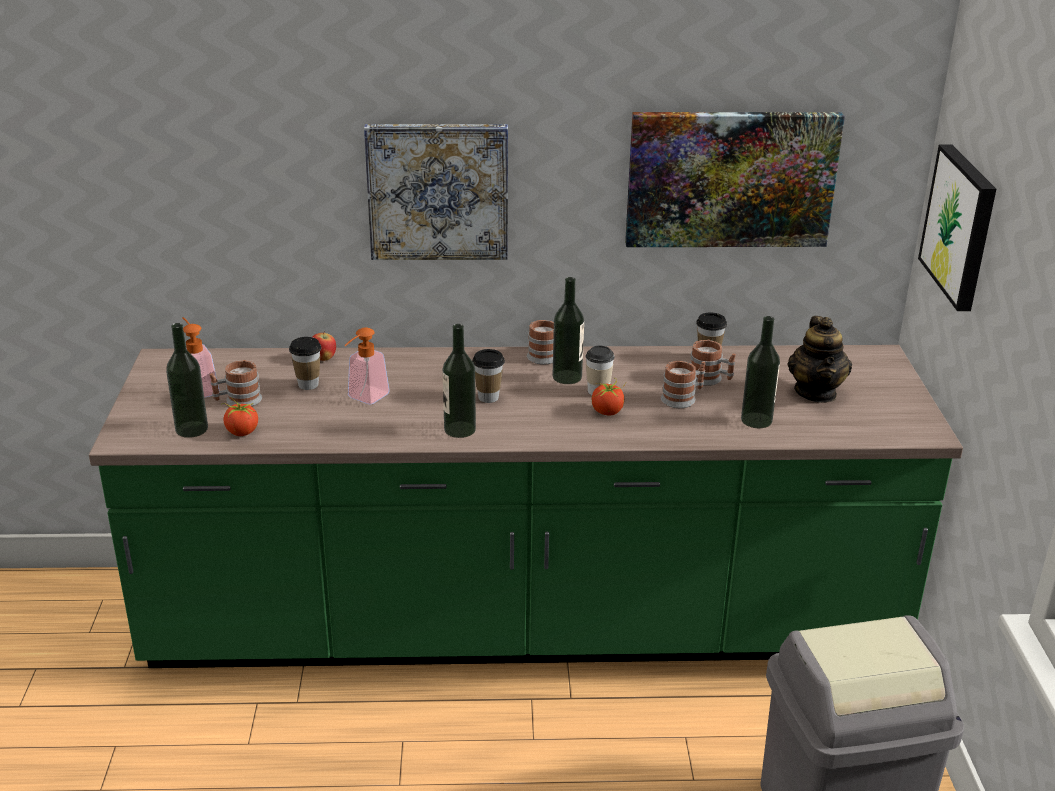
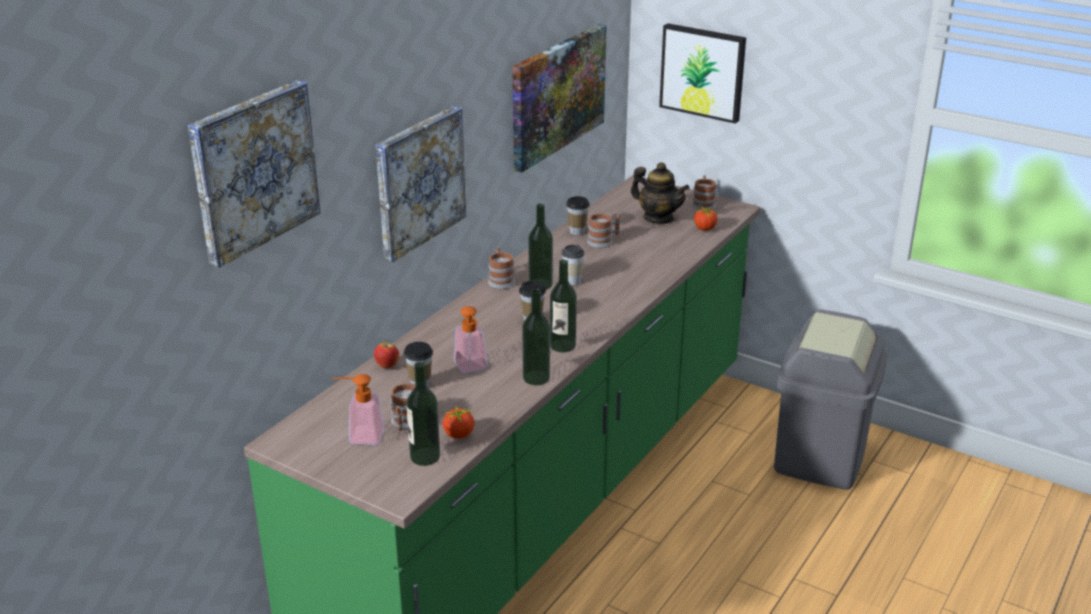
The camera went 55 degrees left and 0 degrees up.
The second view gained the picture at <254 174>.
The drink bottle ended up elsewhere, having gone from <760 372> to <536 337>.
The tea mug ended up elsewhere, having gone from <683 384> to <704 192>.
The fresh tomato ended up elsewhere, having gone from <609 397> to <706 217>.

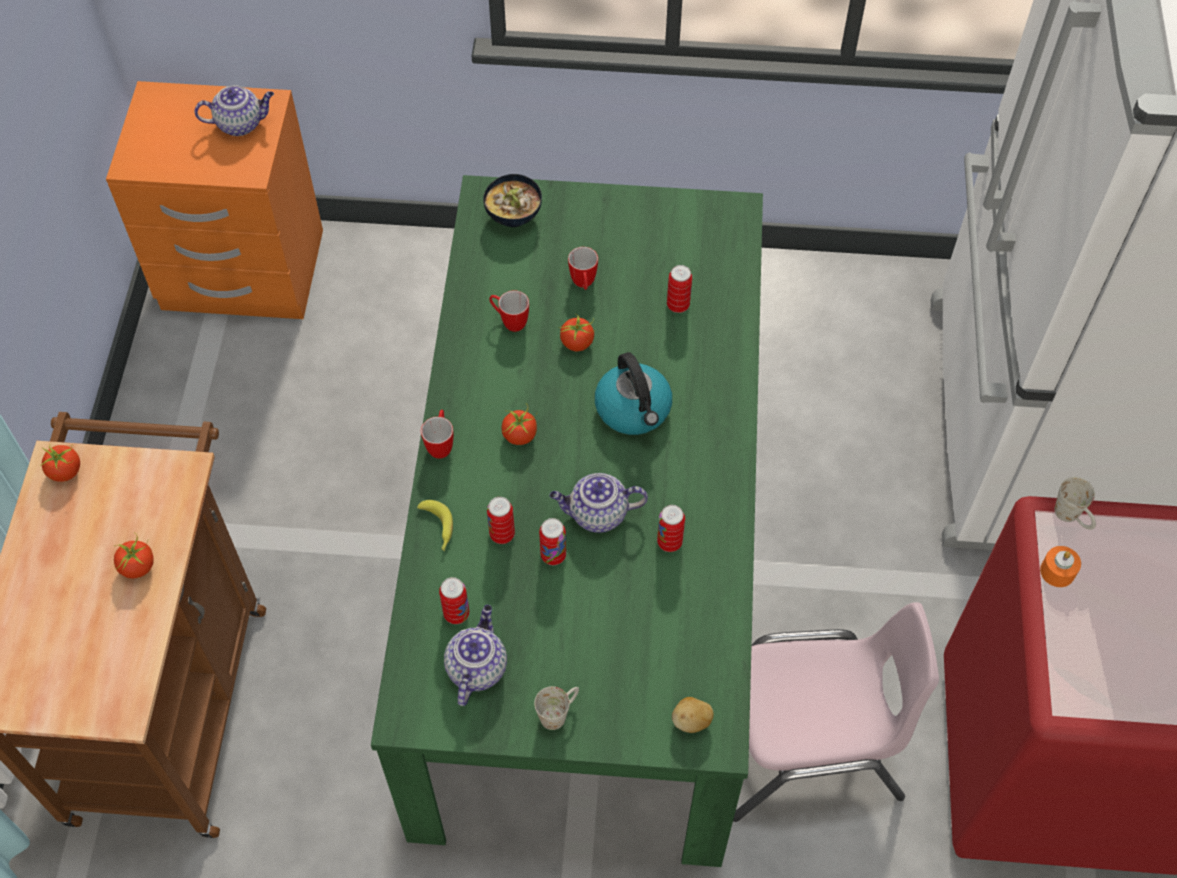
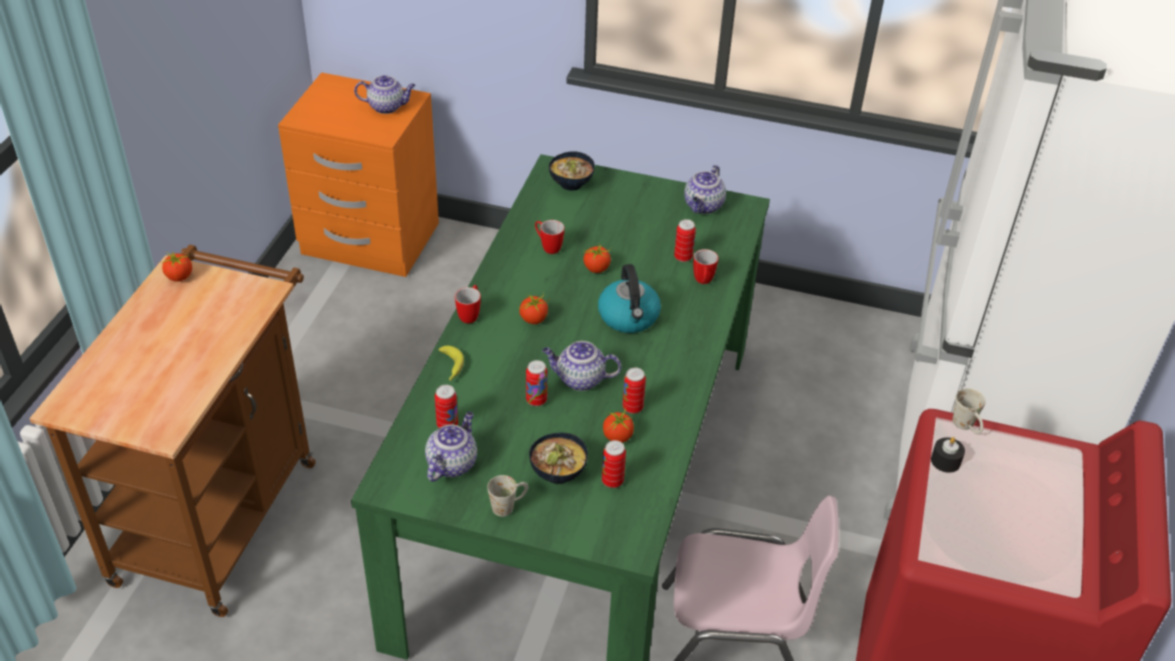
The camera went 10 degrees right and 15 degrees down.
The second view gained the deep dish at <558 458>.
The metal can ended up elsewhere, having gone from <501 520> to <614 464>.
The fresh tomato ended up elsewhere, having gone from <134 555> to <619 424>.
The second view gained the pot for tea at <705 189>.
The tea mug ended up elsewhere, having gone from <583 268> to <705 266>.
What was the orange-coloured candle at <1060 566> turned into the black candle at <948 455>.
The second view lost the potato at <693 715>.

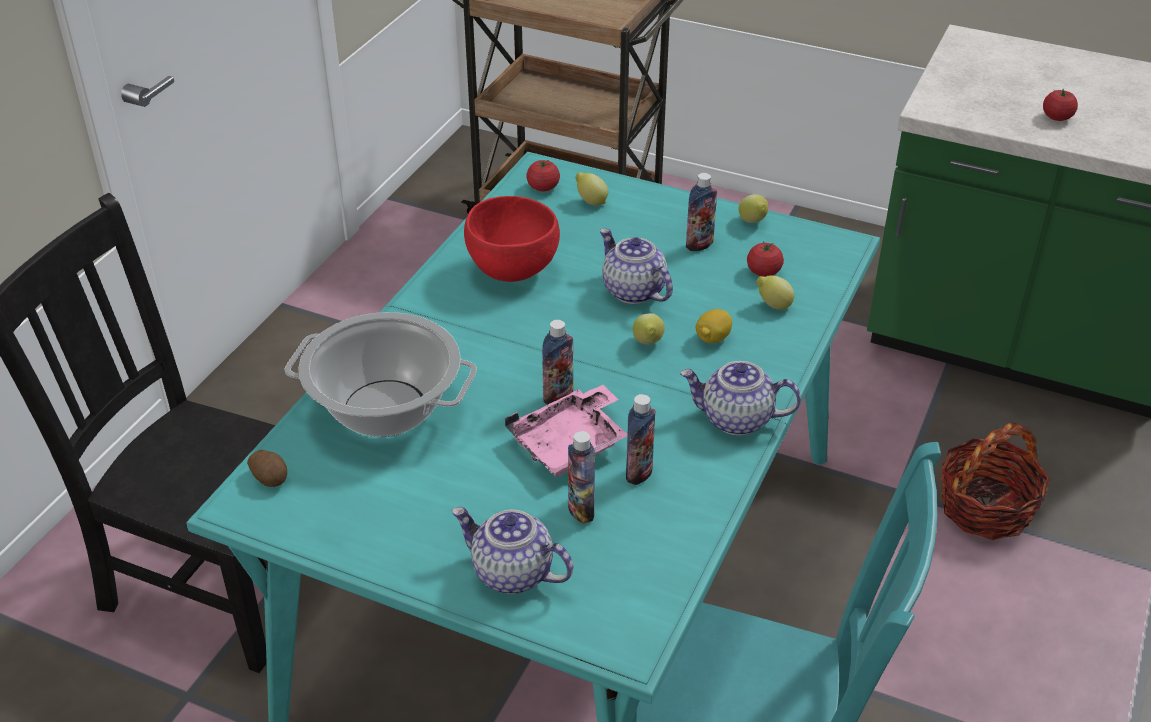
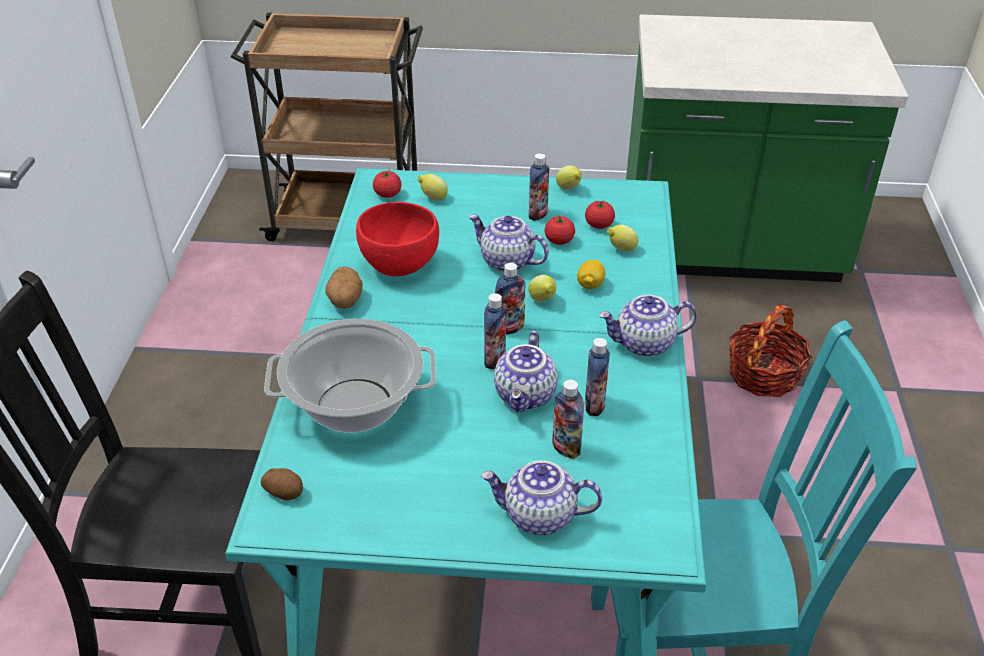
The camera went 20 degrees left and 0 degrees up.
The second view gained the potato at <344 287>.
Where the pink carrying tray stood at <566 431>, the pot for tea came to stand at <526 371>.
The second view gained the drink bottle at <510 299>.
The fresh tomato ended up elsewhere, having gone from <1060 105> to <560 230>.

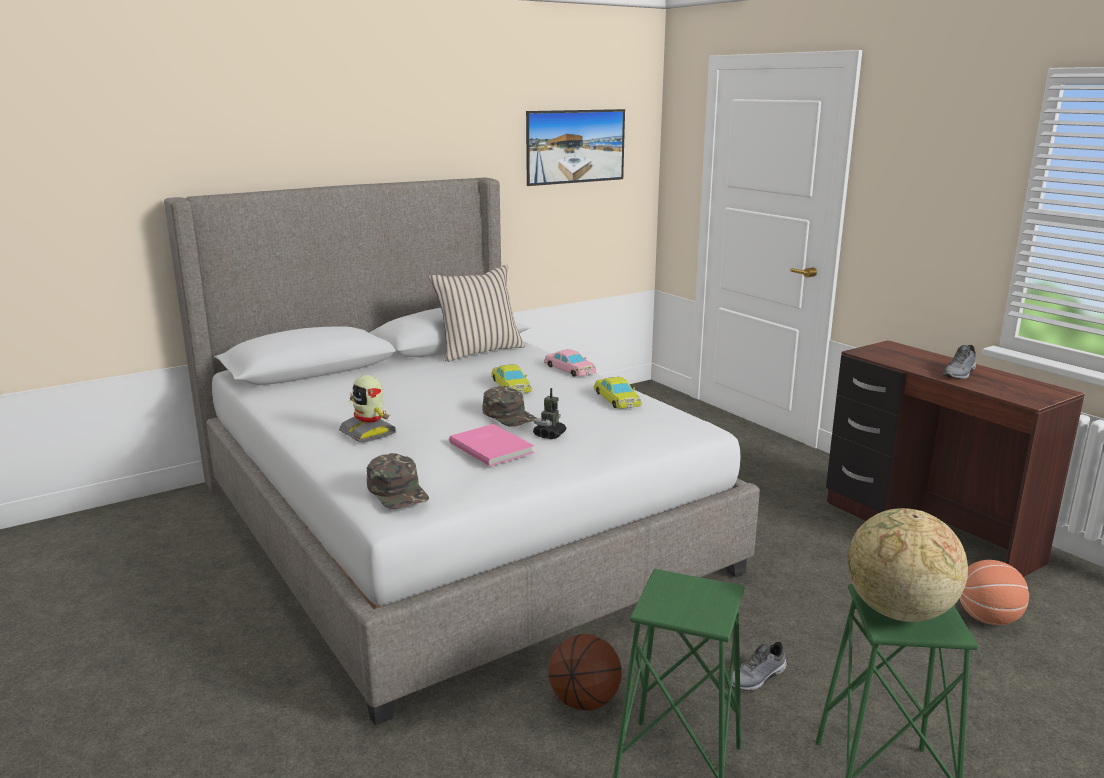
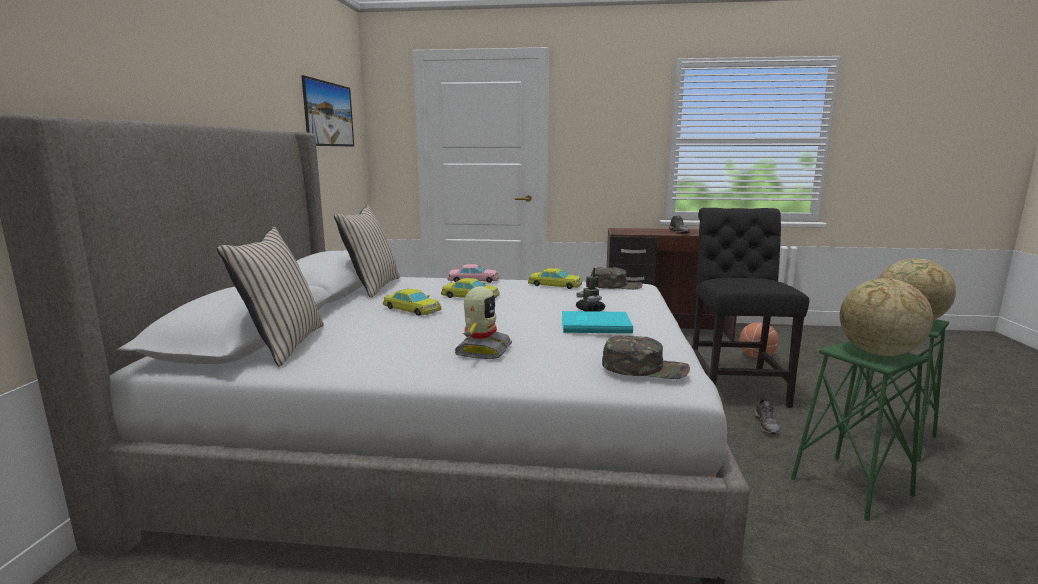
The camera went 50 degrees left and 5 degrees down.
The second view gained the sand-coloured cushion at <270 297>.
The second view gained the yellow model car at <412 302>.
The model robot at <368 408> ended up facing another way, 75 degrees counterclockwise from before.
What was the pink bound book at <491 445> turned into the blue-green bound book at <597 322>.
The green baseball cap ended up elsewhere, having gone from <509 406> to <617 278>.
The second view gained the black plain chair at <750 308>.
The second view gained the desk globe at <886 317>.
The second view lost the basketball at <585 672>.

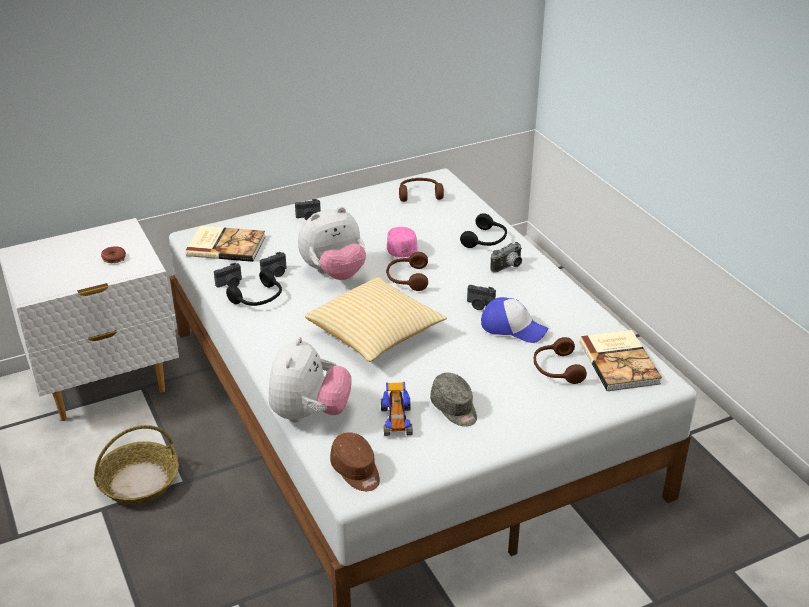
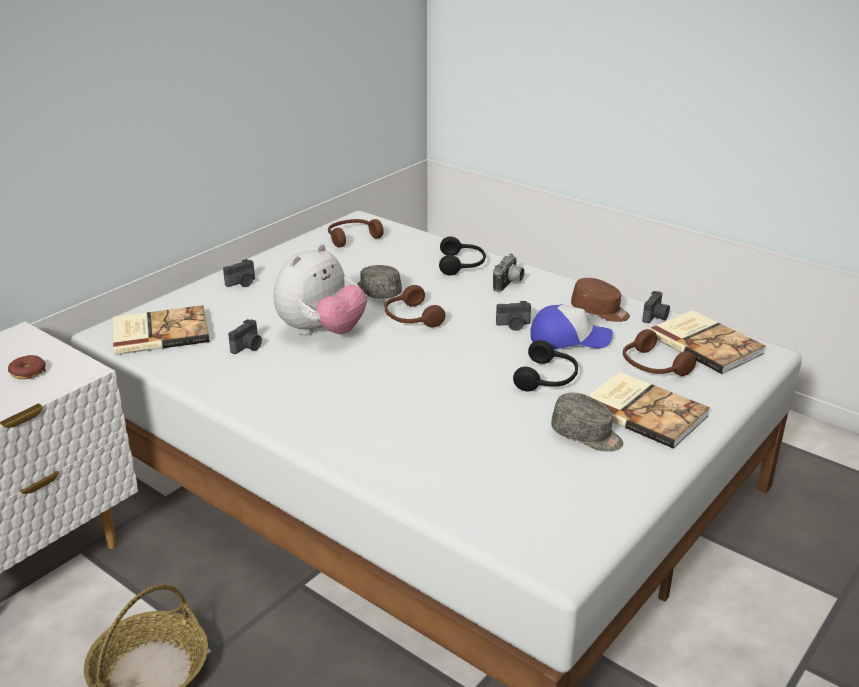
The camera went 25 degrees left and 5 degrees down.
What was the pink baseball cap at <402 242> turned into the gray baseball cap at <379 282>.
The black headphones ended up elsewhere, having gone from <254 287> to <545 365>.
The brown-coloured baseball cap ended up elsewhere, having gone from <355 461> to <600 300>.
The second view gained the bound book at <649 410>.
The still camera ended up elsewhere, having gone from <228 275> to <656 307>.
The second view lost the plush toy at <310 379>.
The second view lost the cushion at <376 319>.
The second view lost the model car at <397 409>.

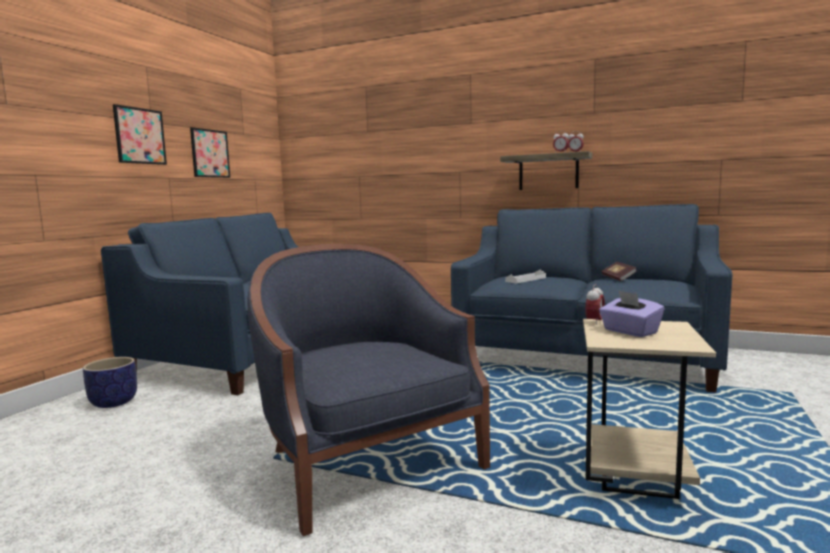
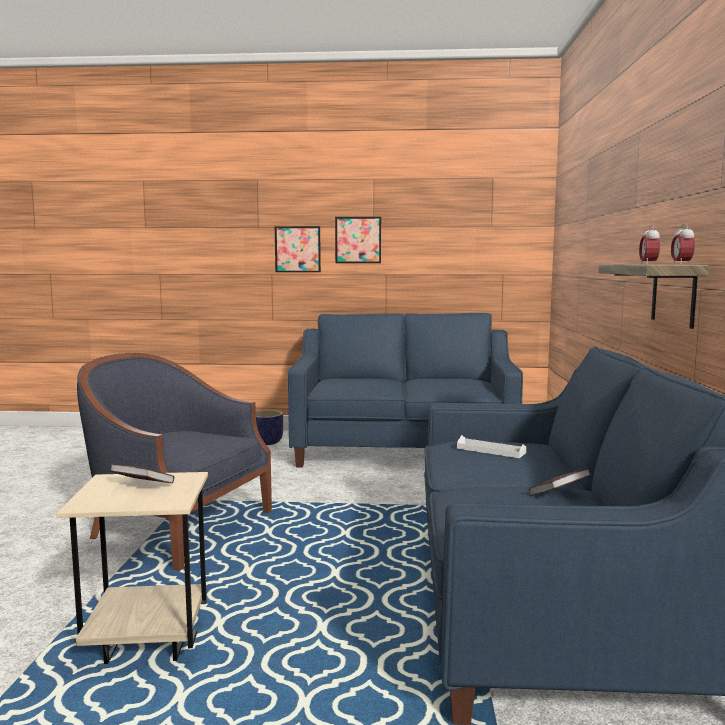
The camera went 70 degrees right and 0 degrees up.
The blue easy chair at <368 390> ended up facing another way, 105 degrees counterclockwise from before.
Where the purplish tissue box stood at <632 313>, the bound book came to stand at <142 473>.
The picture ended up elsewhere, having gone from <210 152> to <298 249>.
The second view lost the alarm clock at <595 304>.

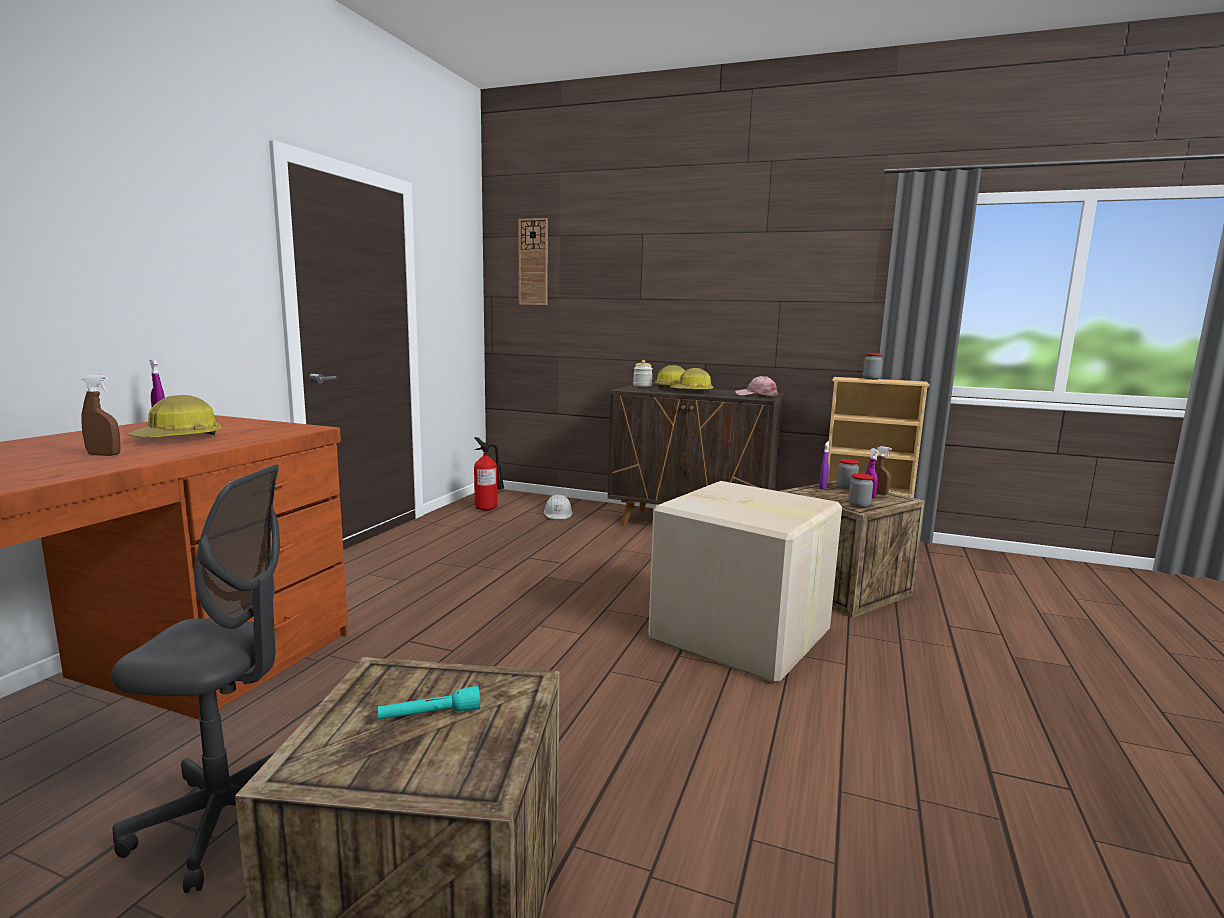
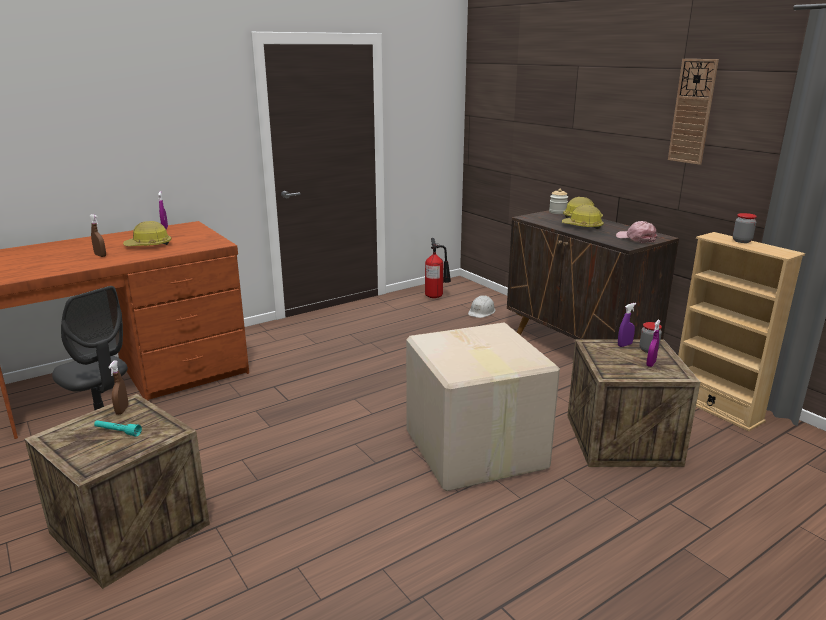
The camera went 35 degrees right and 10 degrees up.
The brown-coloured hand sprayer ended up elsewhere, having gone from <883 470> to <118 387>.
The wall clock ended up elsewhere, having gone from <533 261> to <693 112>.
The second view lost the storage jar at <860 490>.

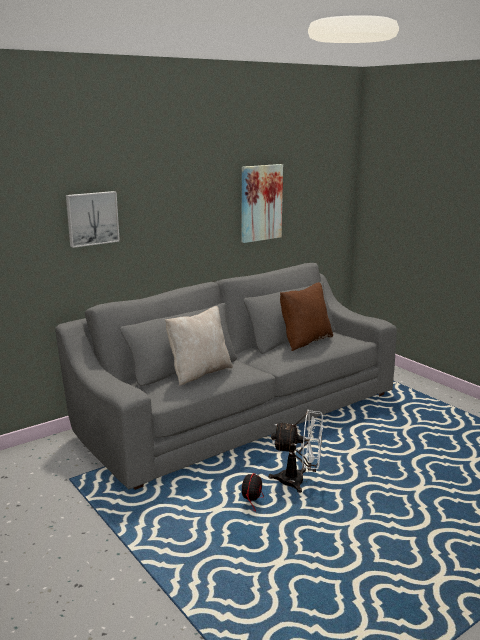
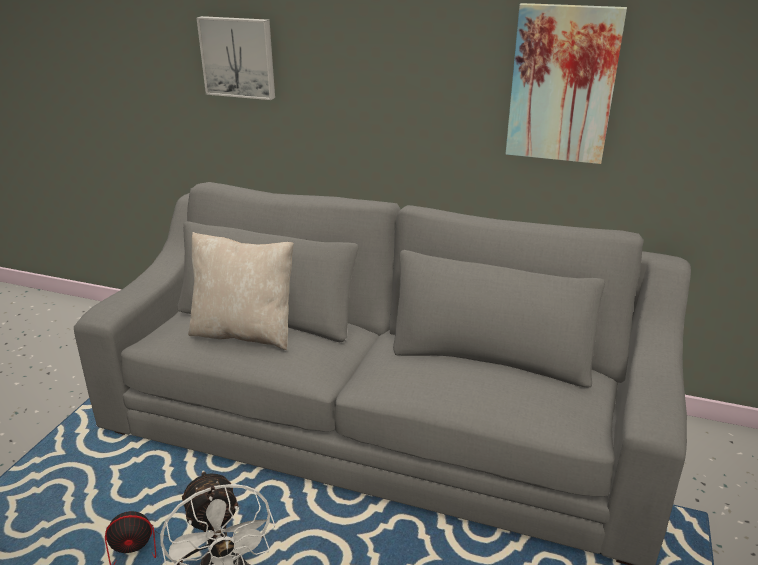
The camera went 55 degrees right and 10 degrees up.
The second view lost the brown-coloured cushion at <306 316>.

